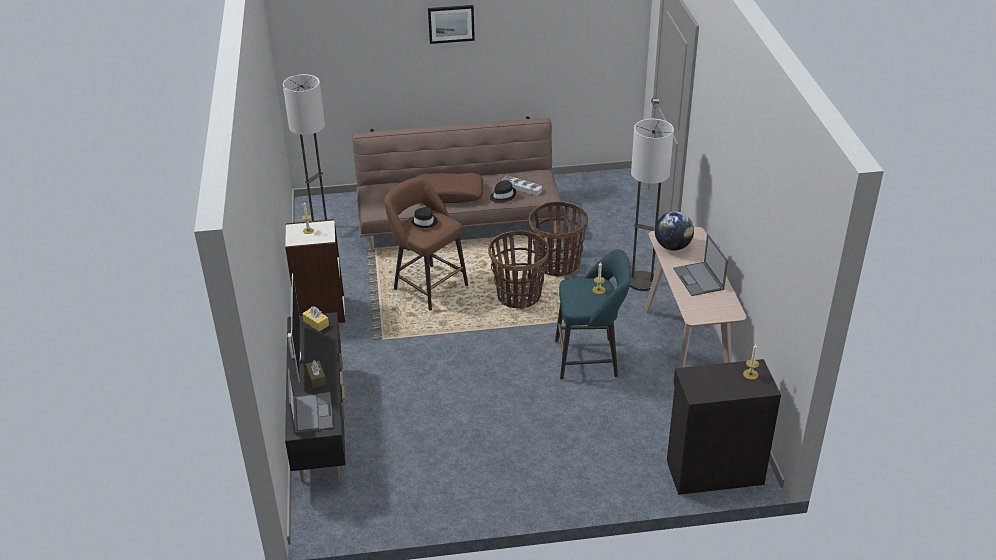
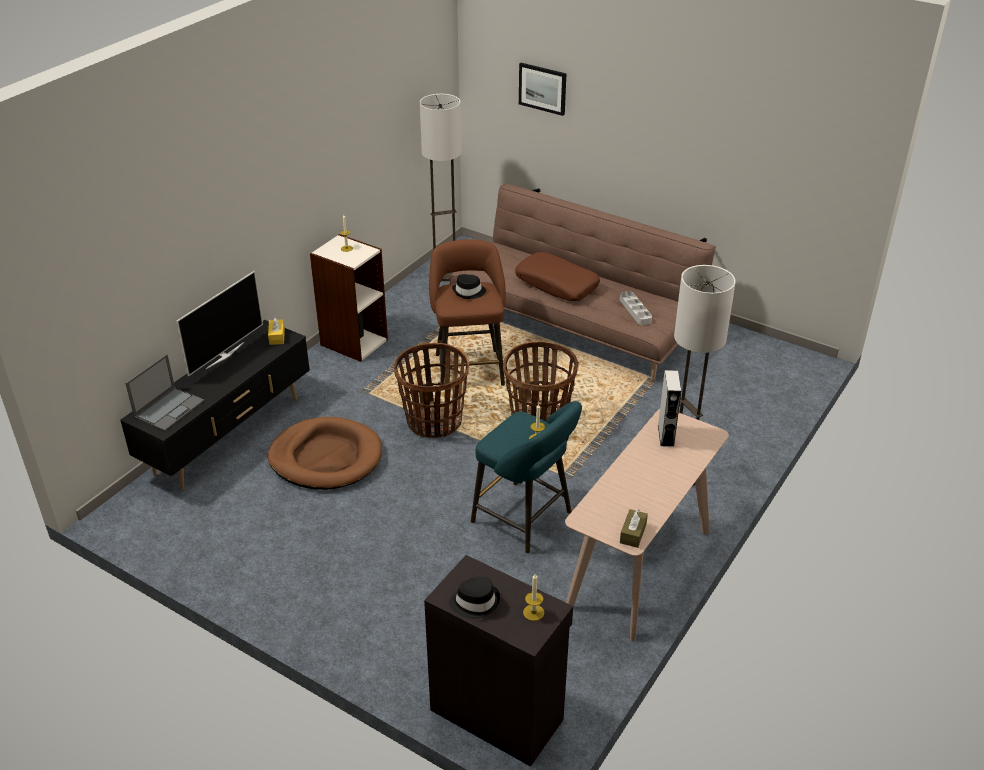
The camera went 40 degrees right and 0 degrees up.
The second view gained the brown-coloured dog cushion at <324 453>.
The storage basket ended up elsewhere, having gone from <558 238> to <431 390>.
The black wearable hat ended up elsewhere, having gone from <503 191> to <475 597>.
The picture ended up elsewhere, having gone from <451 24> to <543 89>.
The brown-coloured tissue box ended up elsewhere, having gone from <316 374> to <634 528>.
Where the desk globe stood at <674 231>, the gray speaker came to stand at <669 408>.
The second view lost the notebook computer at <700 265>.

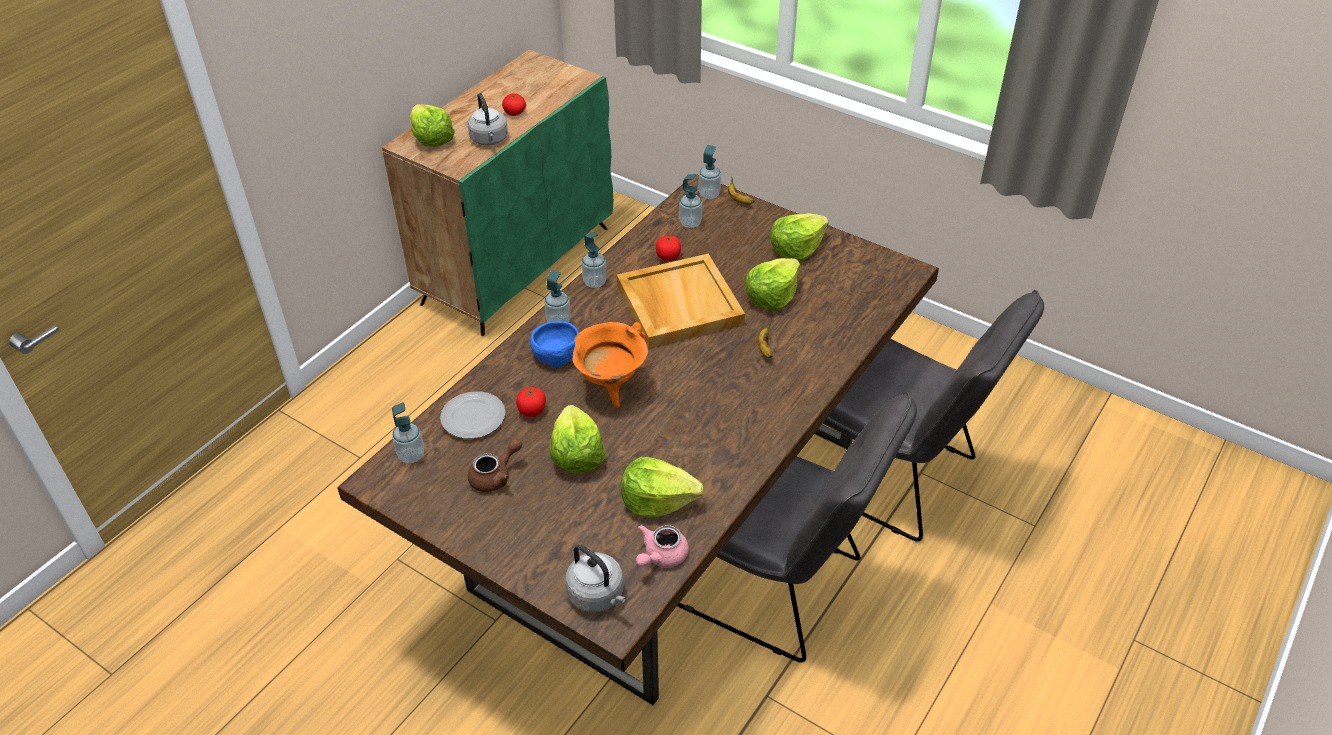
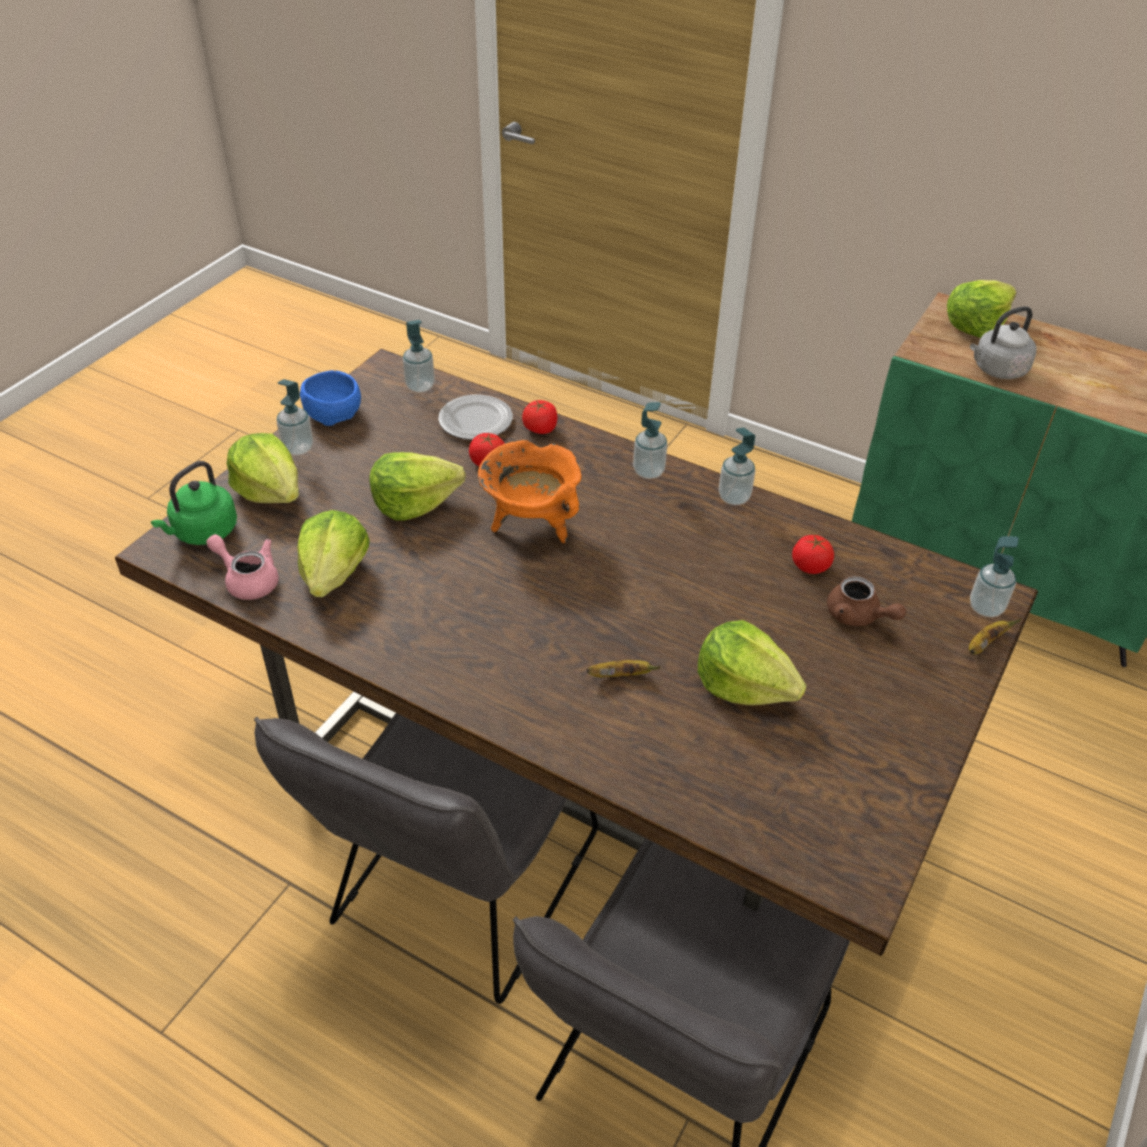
The camera went 85 degrees right and 0 degrees up.
What was the gray tea kettle at <595 578> turned into the green tea kettle at <194 503>.
The lettuce ended up elsewhere, having gone from <799 237> to <263 468>.
The soap dispenser ended up elsewhere, having gone from <690 201> to <295 417>.
The blue deep dish ended up elsewhere, having gone from <554 344> to <330 398>.
The fresh tomato ended up elsewhere, having gone from <514 104> to <539 417>.
The brown-coloured pot for tea ended up elsewhere, having gone from <495 465> to <866 601>.
The second view lost the sand-coloured carrying tray at <681 301>.

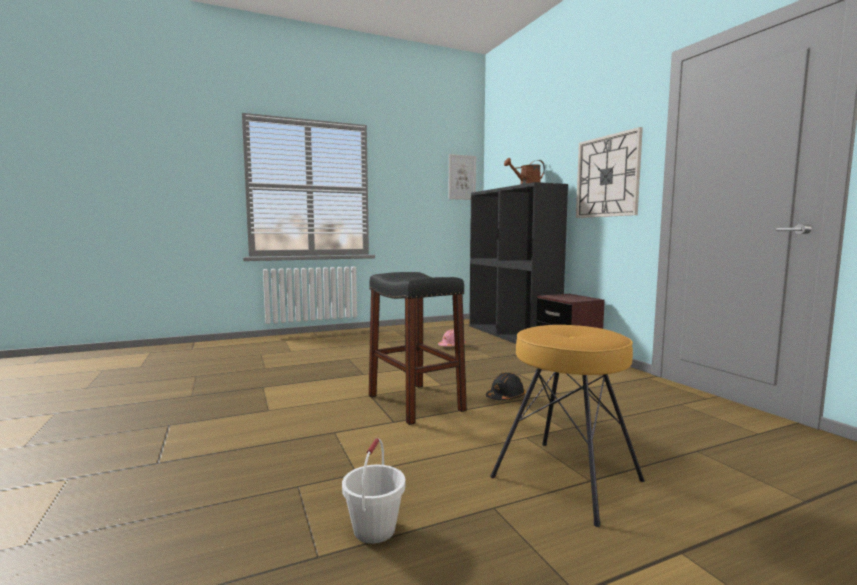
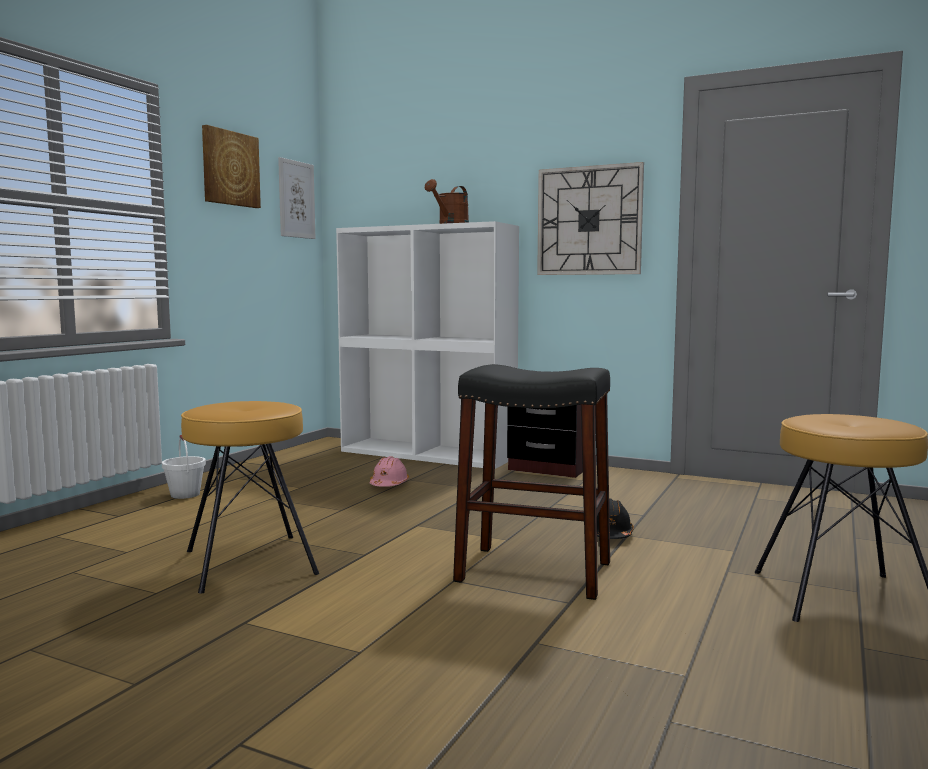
The camera went 40 degrees left and 0 degrees up.
The white water bucket ended up elsewhere, having gone from <374 491> to <184 467>.
The second view gained the brown-coloured stool seat at <250 497>.
The second view gained the picture at <231 166>.
What was the black bookshelf at <518 263> turned into the white bookshelf at <427 345>.

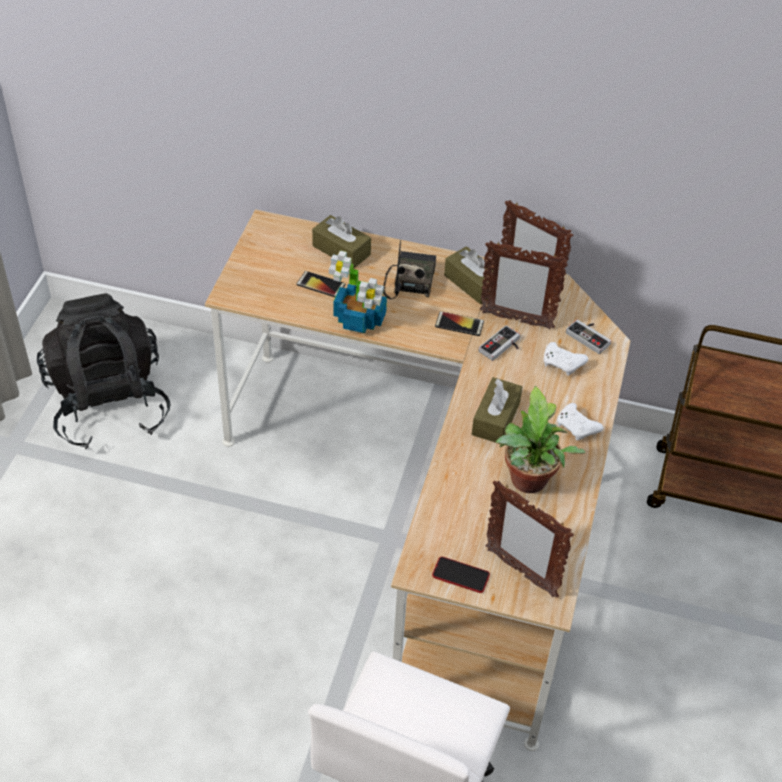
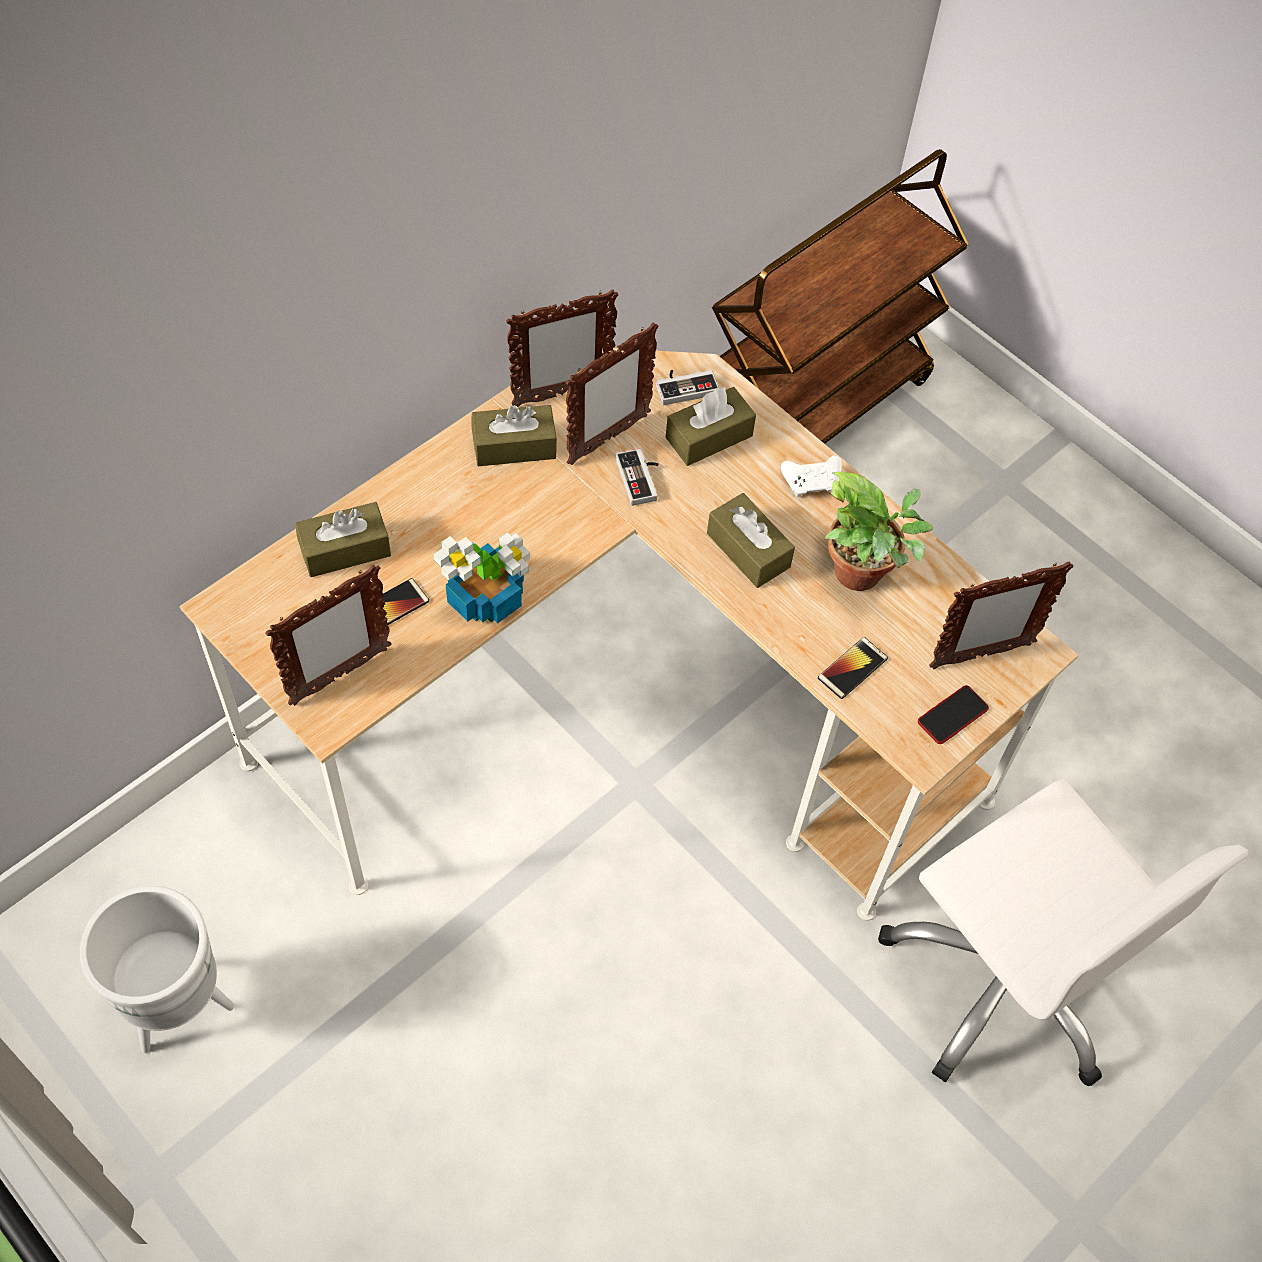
The camera went 60 degrees left and 10 degrees up.
Where the black rucksack stood at <104 371>, the white flower pot came to stand at <157 969>.
The second view gained the standing frame at <328 635>.
Where the white game controller stood at <566 359>, the brown-coloured tissue box came to stand at <711 426>.
The handset ended up elsewhere, having gone from <459 323> to <853 668>.
The second view lost the radio at <409 269>.

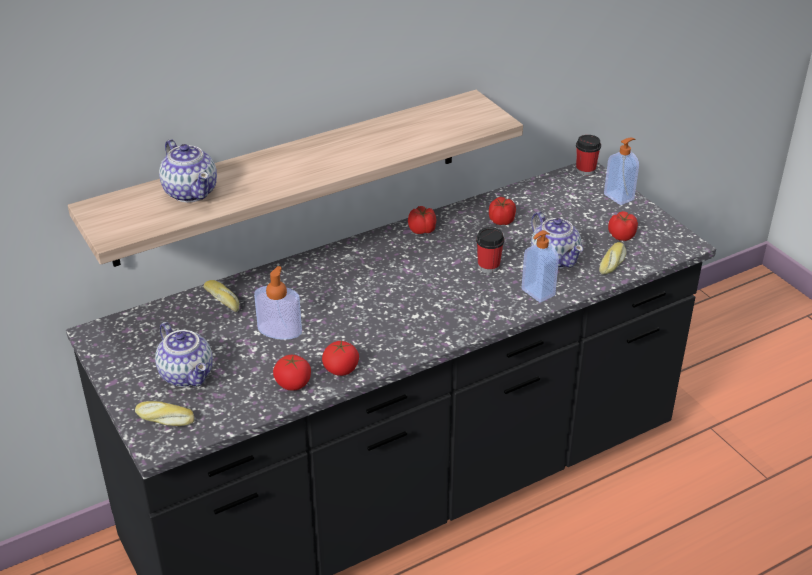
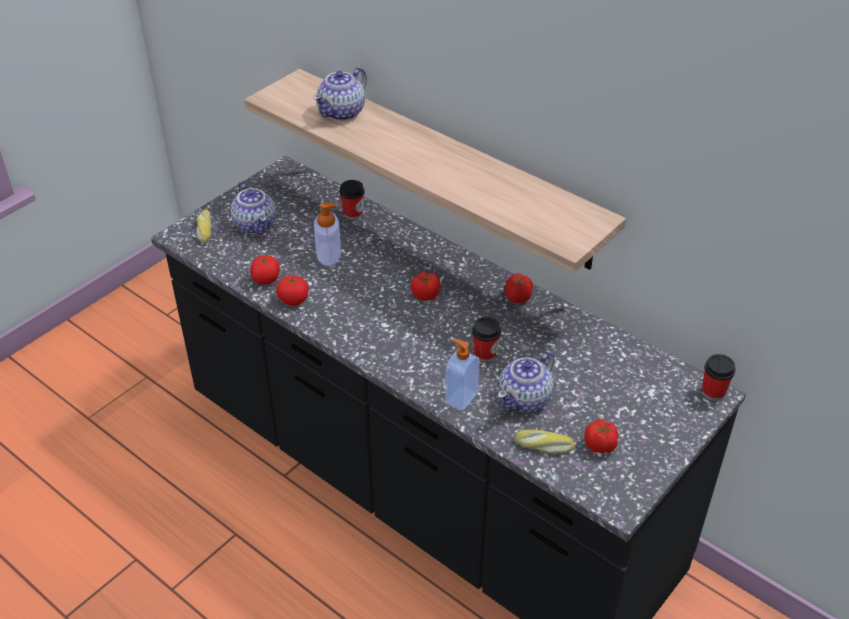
The camera went 70 degrees right and 5 degrees up.
The pot for tea at <184 354> ended up facing another way, 60 degrees counterclockwise from before.
Where the bakery bread stood at <221 296>, the small cup came to stand at <352 200>.
The fresh tomato ended up elsewhere, having gone from <502 211> to <425 286>.
The second view lost the soap dispenser at <621 171>.

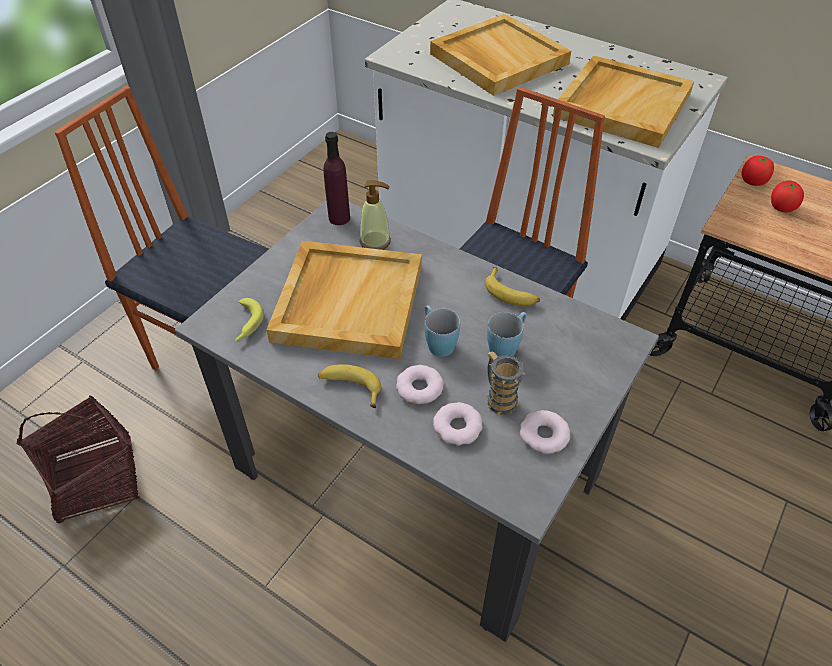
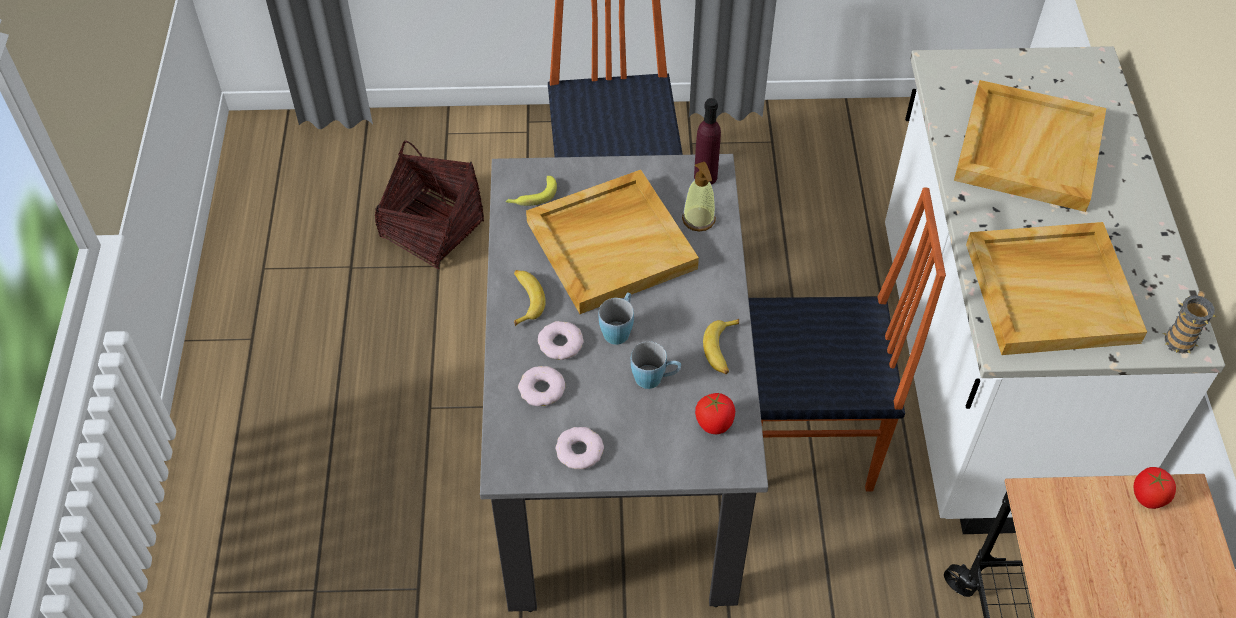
The camera went 55 degrees right and 5 degrees up.
The fresh tomato ended up elsewhere, having gone from <787 196> to <715 413>.
The tea mug ended up elsewhere, having gone from <506 383> to <1189 322>.

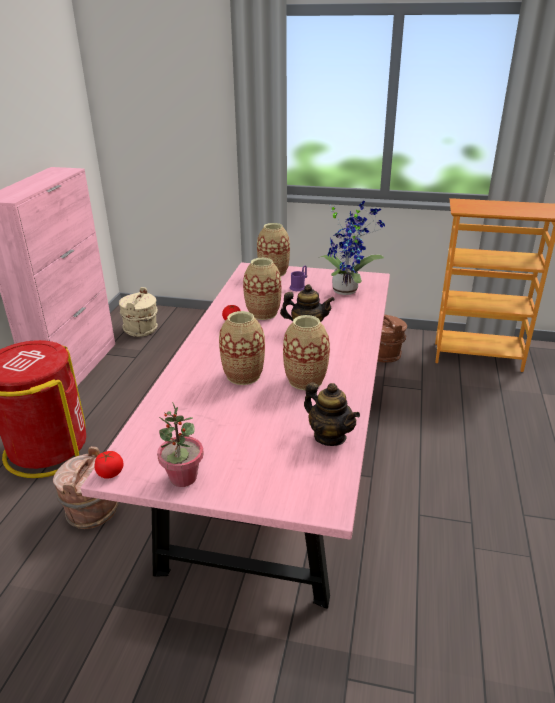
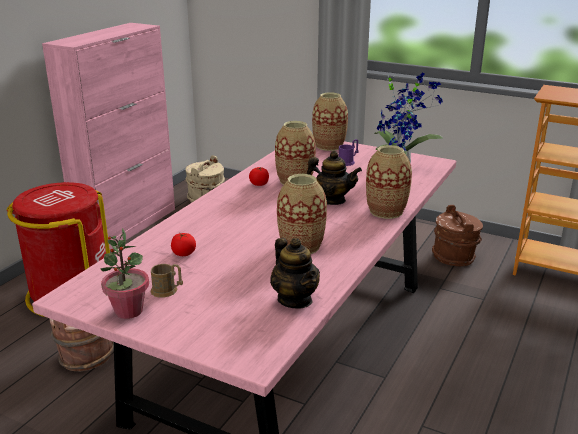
The camera went 15 degrees right and 5 degrees down.
The second view gained the brown-coloured tea mug at <166 281>.
The fresh tomato ended up elsewhere, having gone from <109 465> to <183 244>.
The vase ended up elsewhere, having gone from <242 348> to <389 182>.

